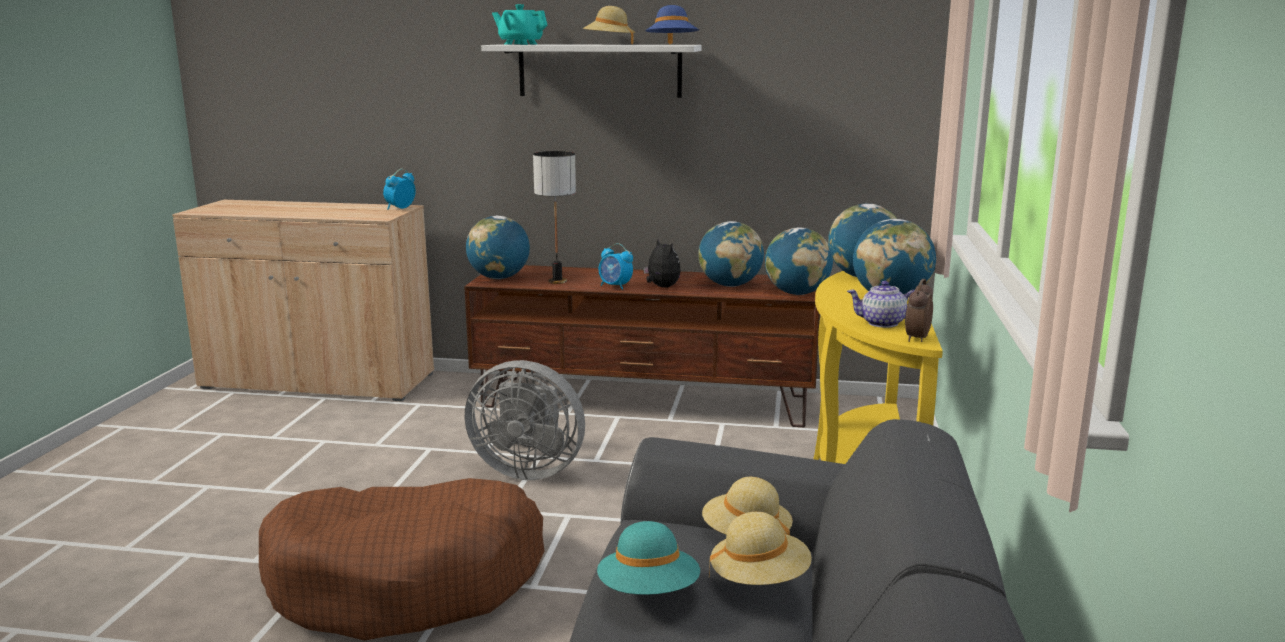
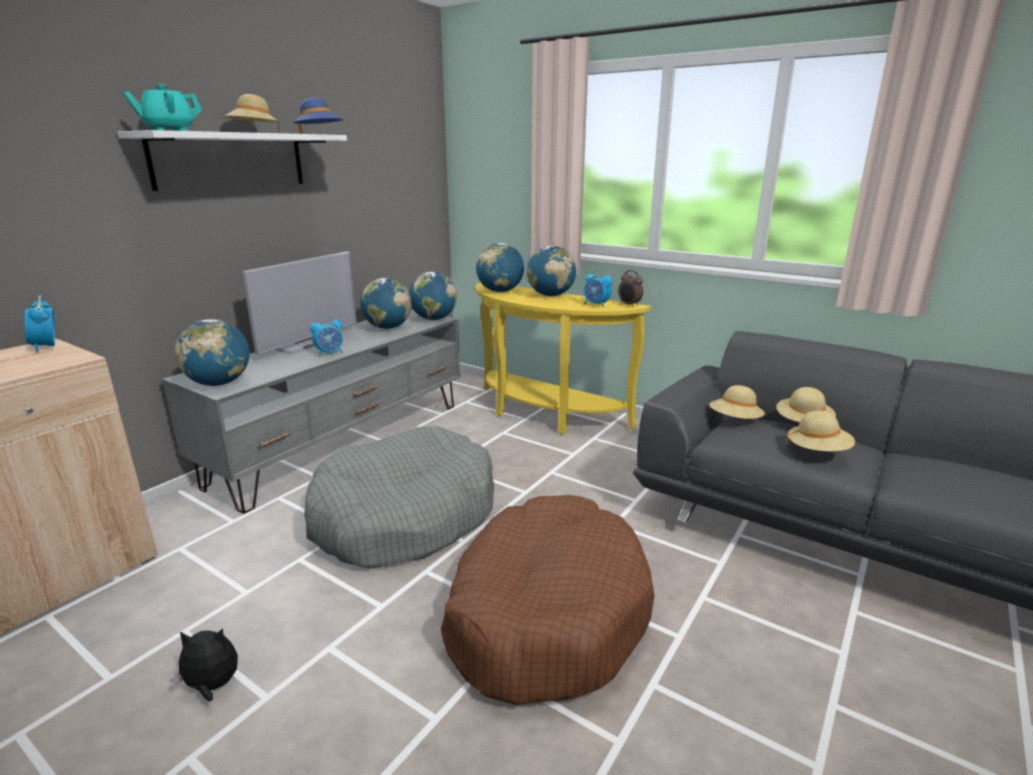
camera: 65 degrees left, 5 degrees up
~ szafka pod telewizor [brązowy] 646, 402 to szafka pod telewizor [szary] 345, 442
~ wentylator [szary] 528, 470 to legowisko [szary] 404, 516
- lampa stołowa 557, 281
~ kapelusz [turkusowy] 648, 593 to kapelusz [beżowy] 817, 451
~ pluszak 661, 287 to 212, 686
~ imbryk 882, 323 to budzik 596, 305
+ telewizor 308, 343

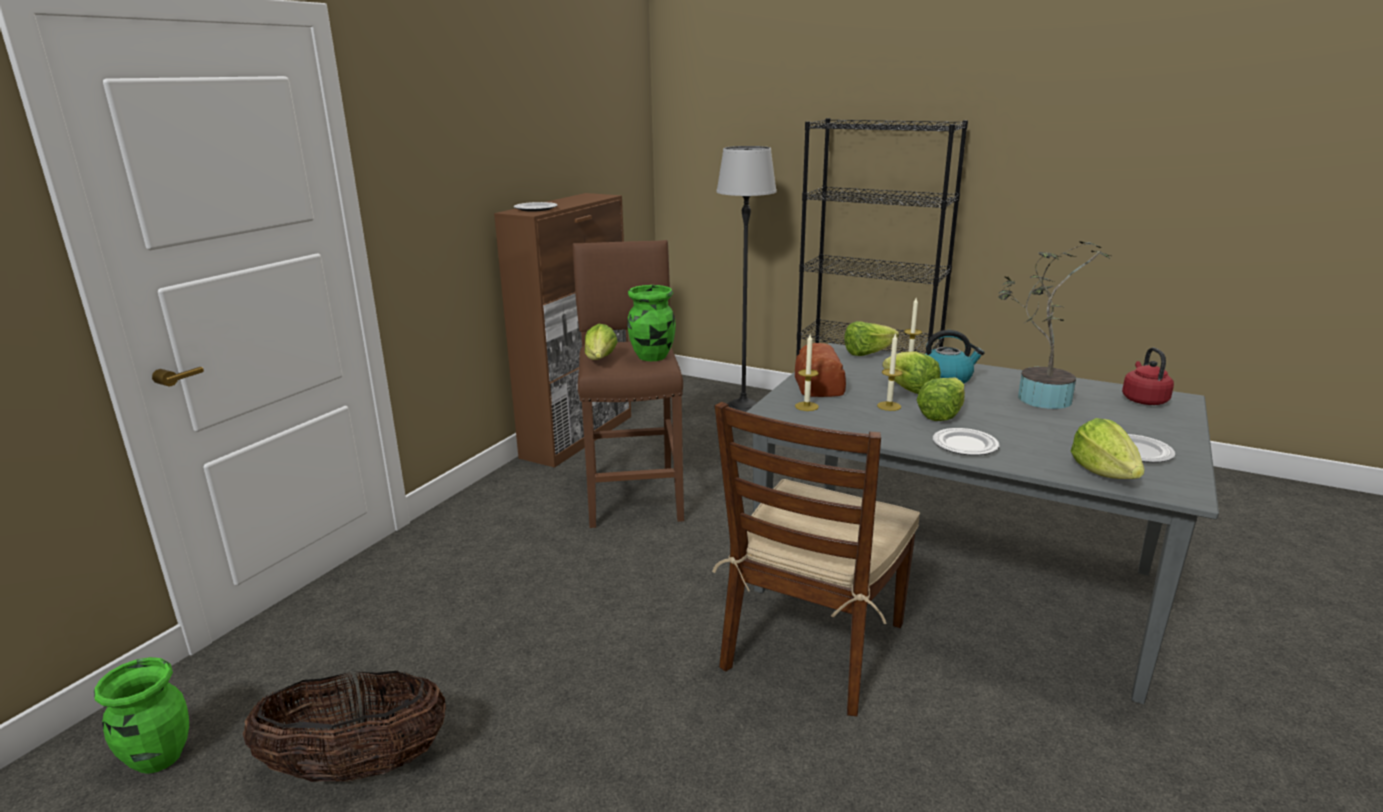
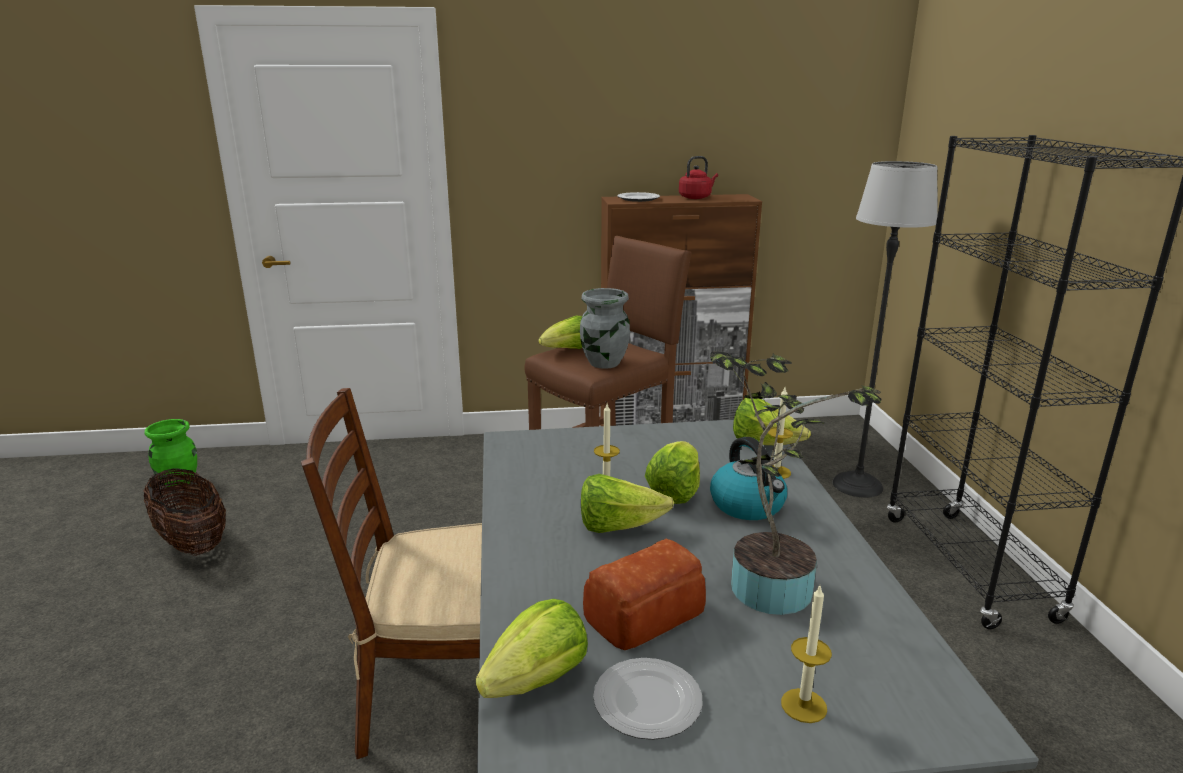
camera: 55 degrees right, 0 degrees up
~ wazon [zielony] 652, 357 to wazon [szary] 604, 363
~ świeca 806, 406 to 803, 705
~ chleb 820, 385 to 647, 614
- talerz 965, 445
~ czajnik [czerwony] 1143, 400 to 696, 197

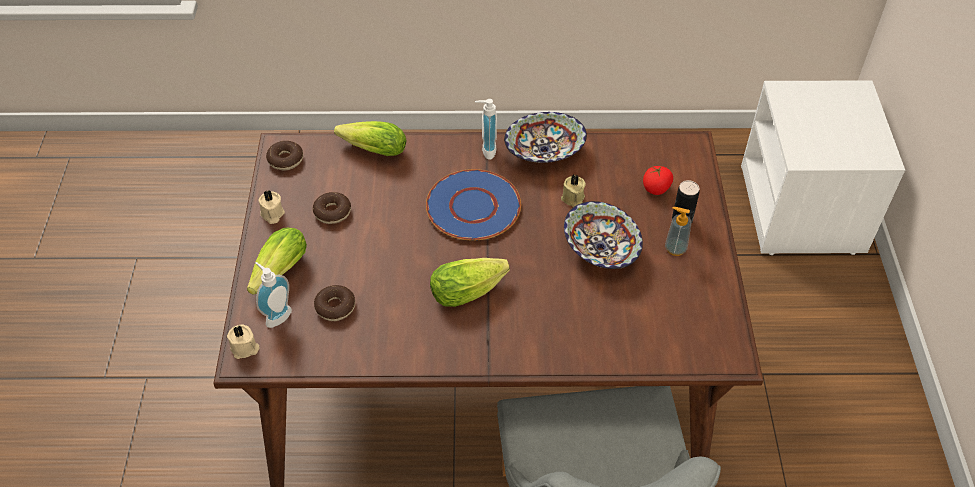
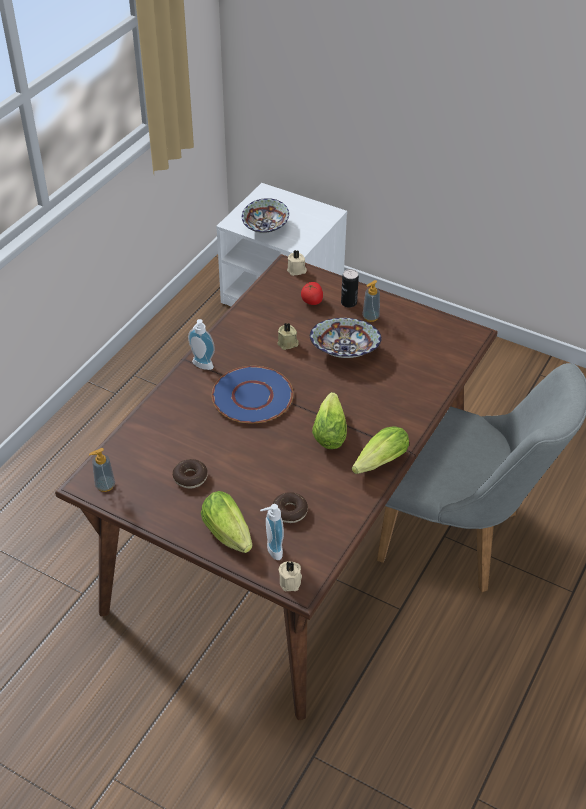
camera: 60 degrees left, 5 degrees down
~ świeca [beżowy] 272, 214 to 297, 270
~ donut 285, 160 to dozownik mydła 105, 485
~ sałata 370, 149 to 377, 464
~ miska 544, 152 to 265, 228

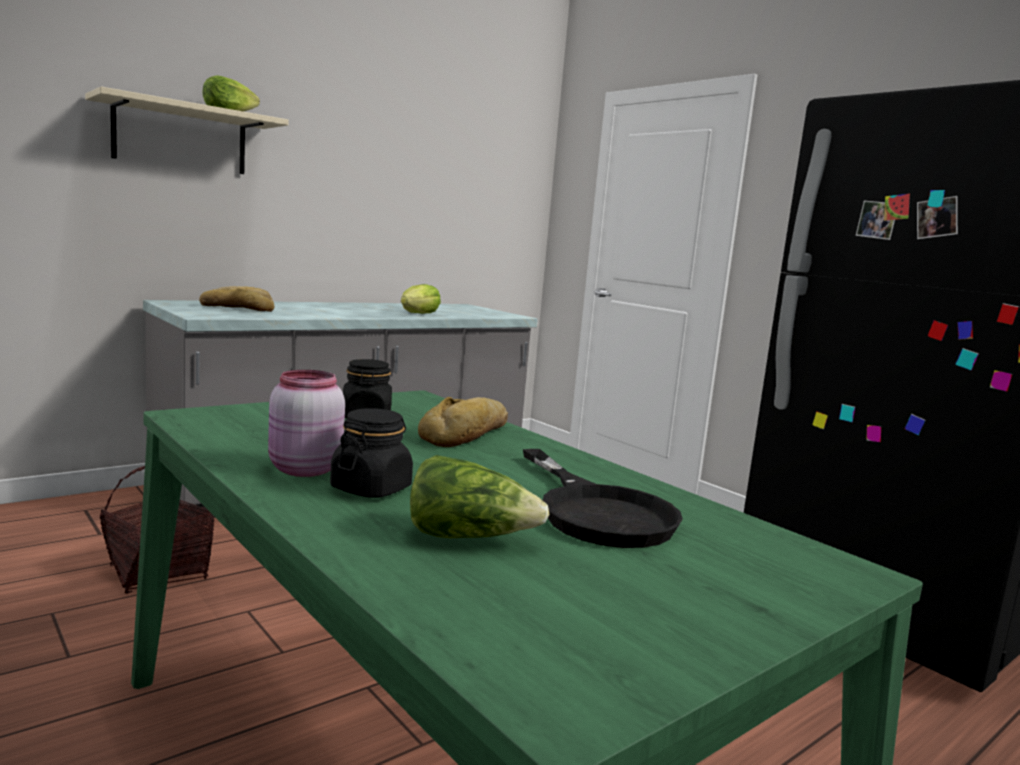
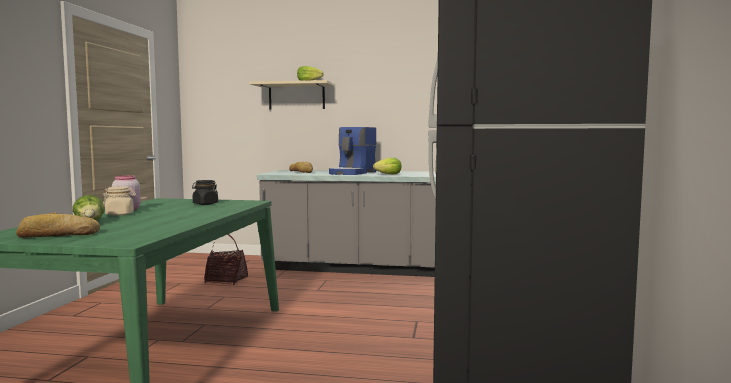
camera: 50 degrees right, 5 degrees down
~ słoik [czarny] 371, 488 to słoik [beżowy] 120, 214
~ chleb 468, 434 to 58, 235
- patelnia [czarny] 596, 511
+ ekspres do kawy 353, 173

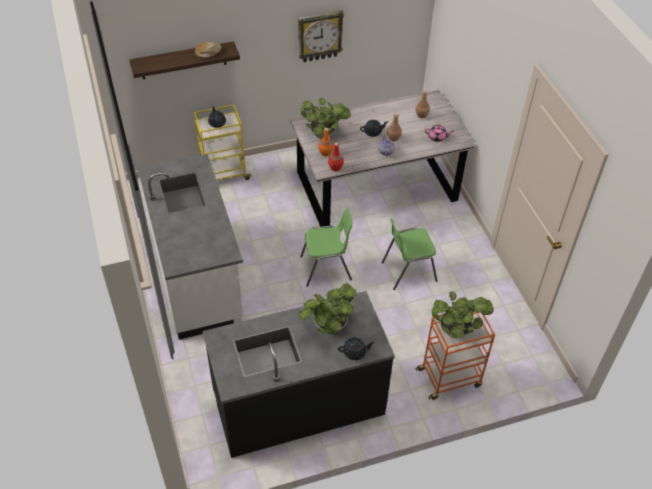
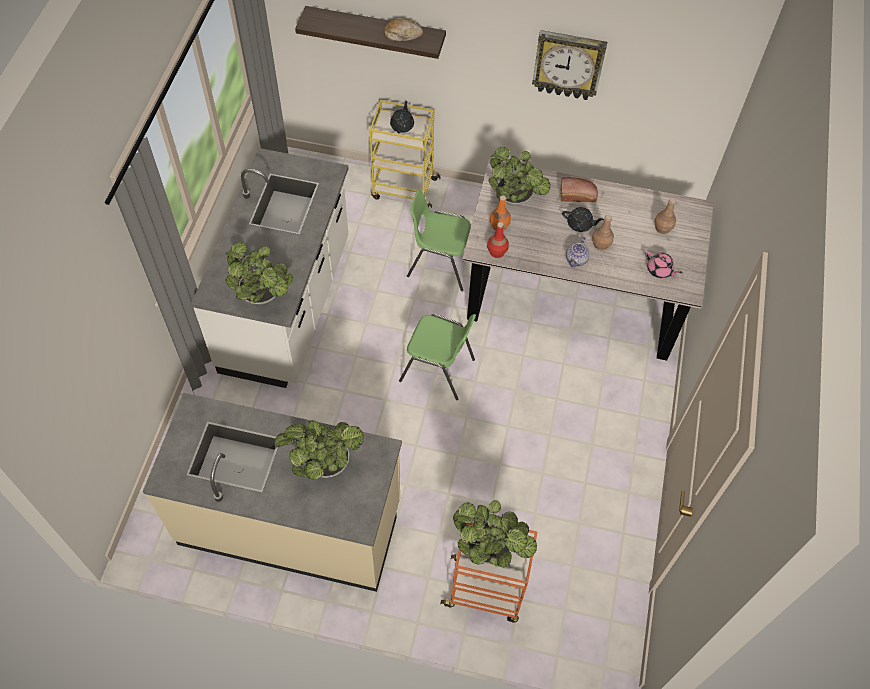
camera: 30 degrees right, 10 degrees up
~ zabudowa kuchenna [czarny] 298, 403 to zabudowa kuchenna [beżowy] 290, 522
- imbryk [czarny] 355, 352
~ krzesło [zielony] 408, 271 to 440, 264
+ roślina doniczkowa 263, 297
+ chleb 578, 196

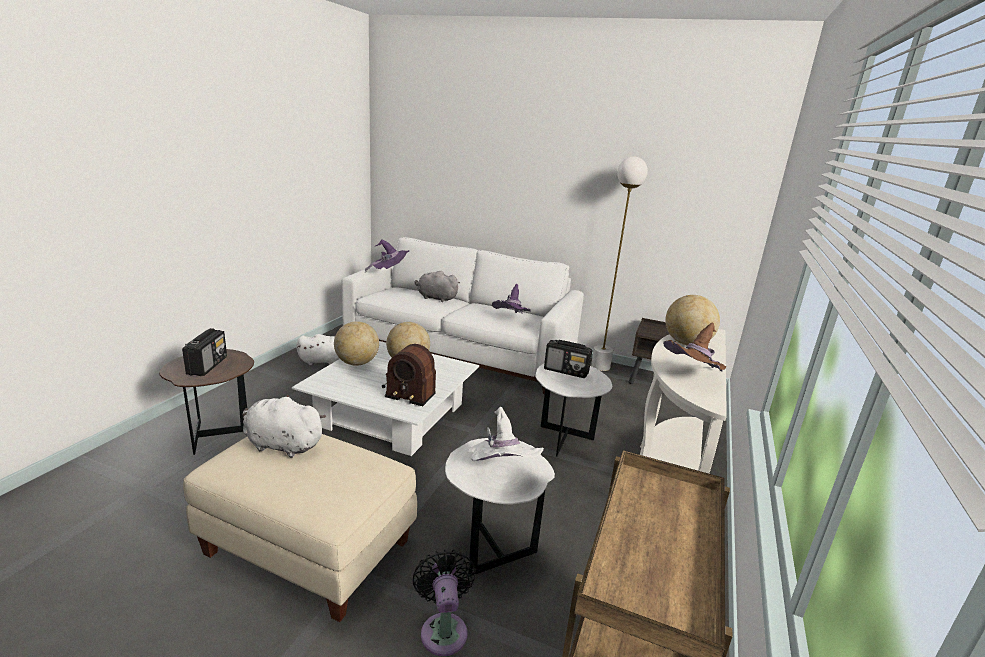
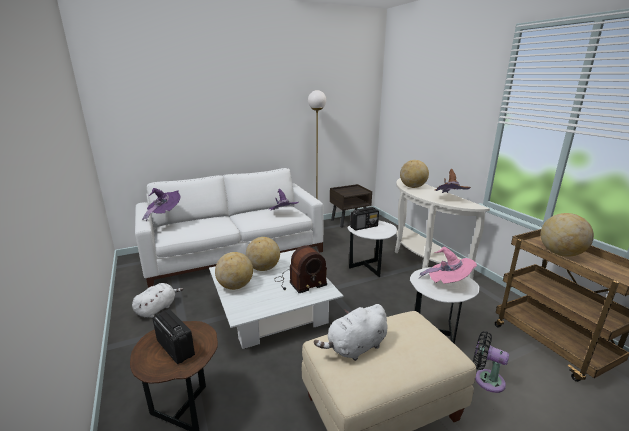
camera: 45 degrees left, 0 degrees up
- pluszak [szary] 435, 298
~ kapelusz [biały] 501, 471 to kapelusz [różowy] 448, 283
+ globus 560, 253

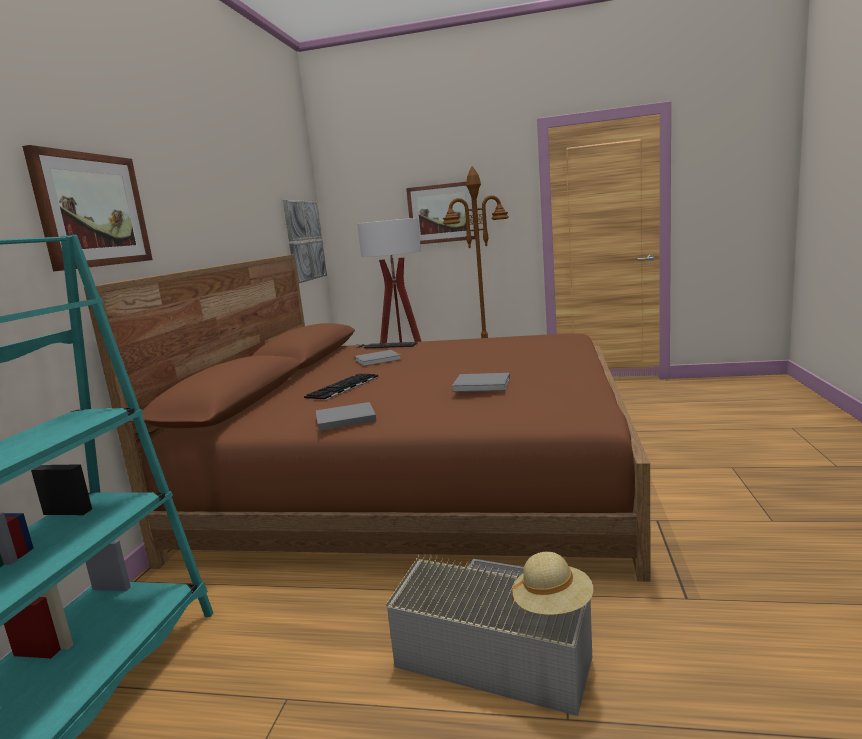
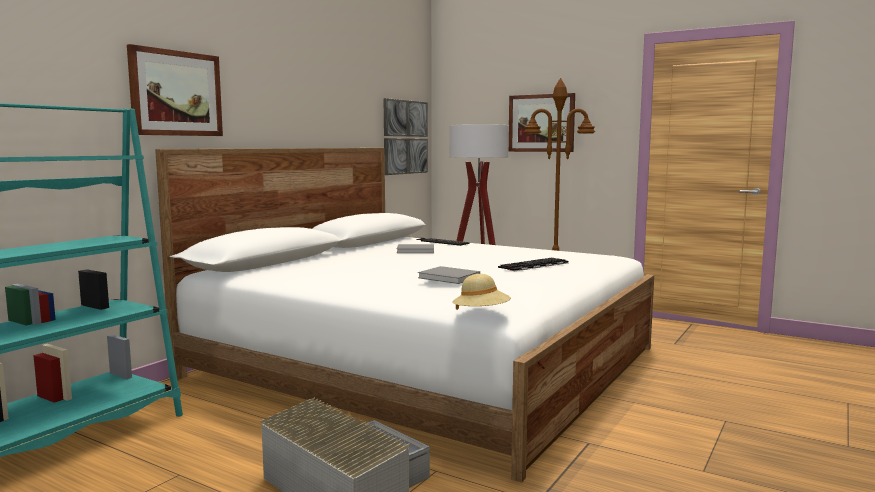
camera: 20 degrees right, 5 degrees down
~ łóżko [brązowy] 422, 473 to łóżko [biały] 426, 362
~ klawiatura 343, 387 to 534, 265
- książka [szary] 343, 419
~ kapelusz [beżowy] 553, 606 to 481, 314

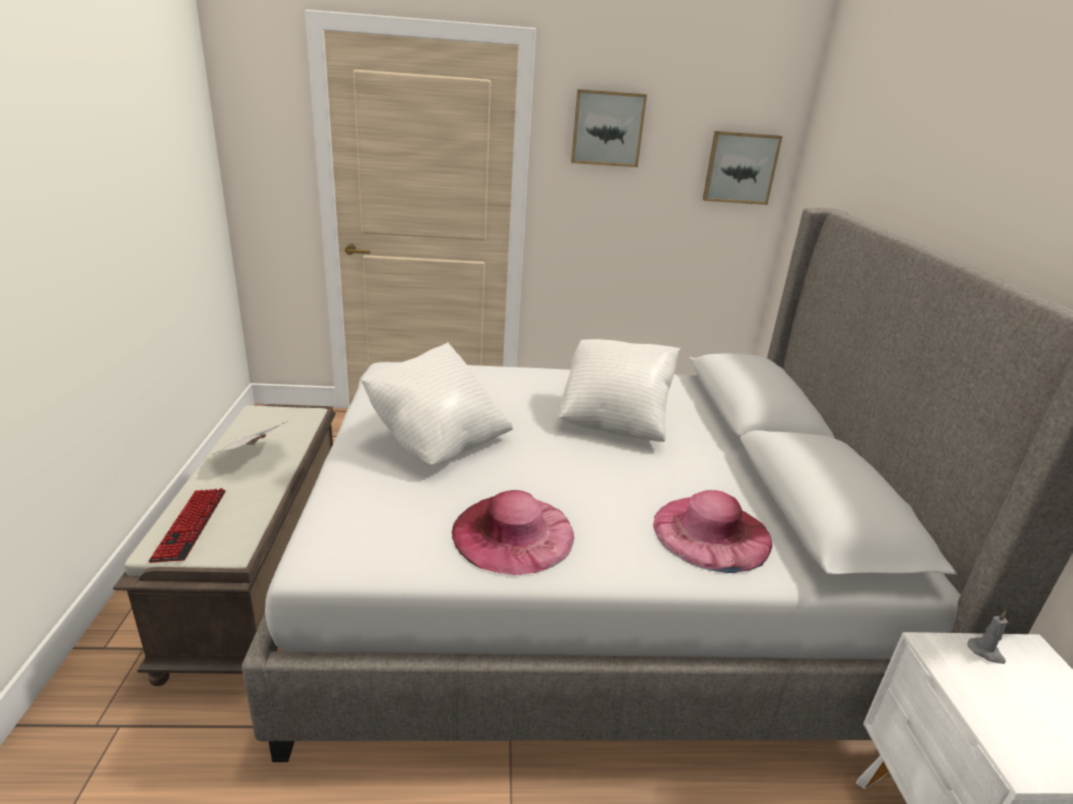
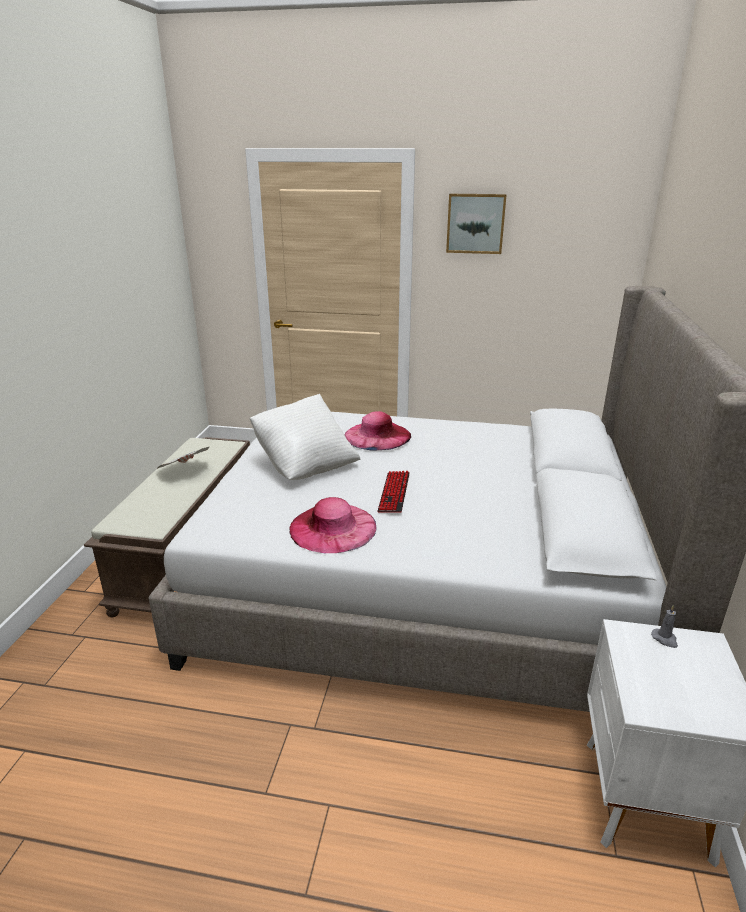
camera: 15 degrees right, 0 degrees up
~ klawiatura 190, 526 to 394, 493
- poduszka [biały] 614, 420
~ kapelusz [różowy] 711, 532 to 377, 435
- obraz 740, 168

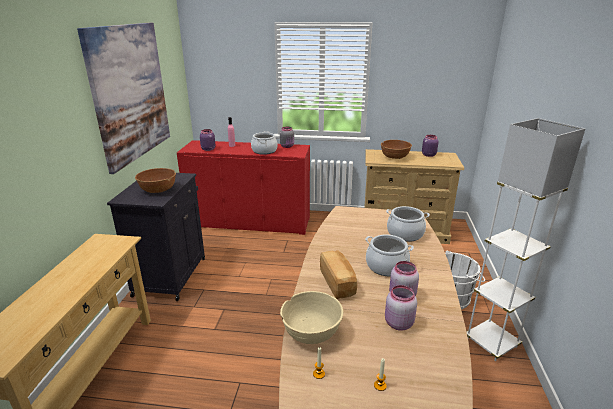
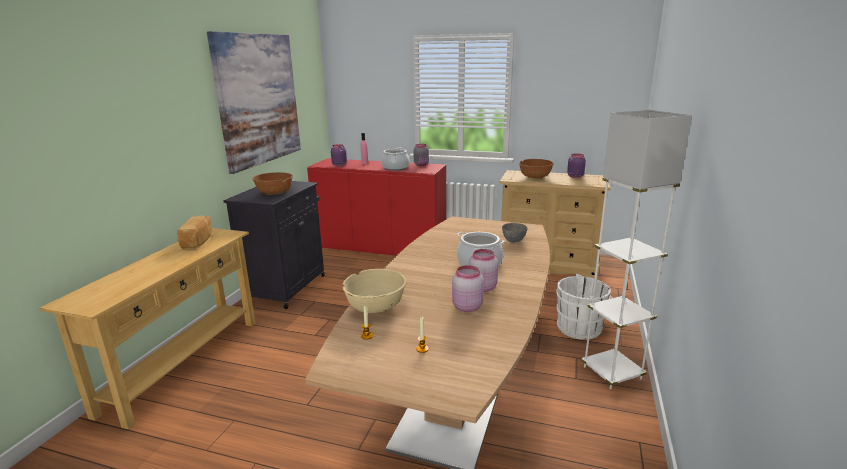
camera: 10 degrees right, 5 degrees down
~ chleb 338, 283 to 198, 241
~ garnek 405, 234 to miska [szary] 514, 241

